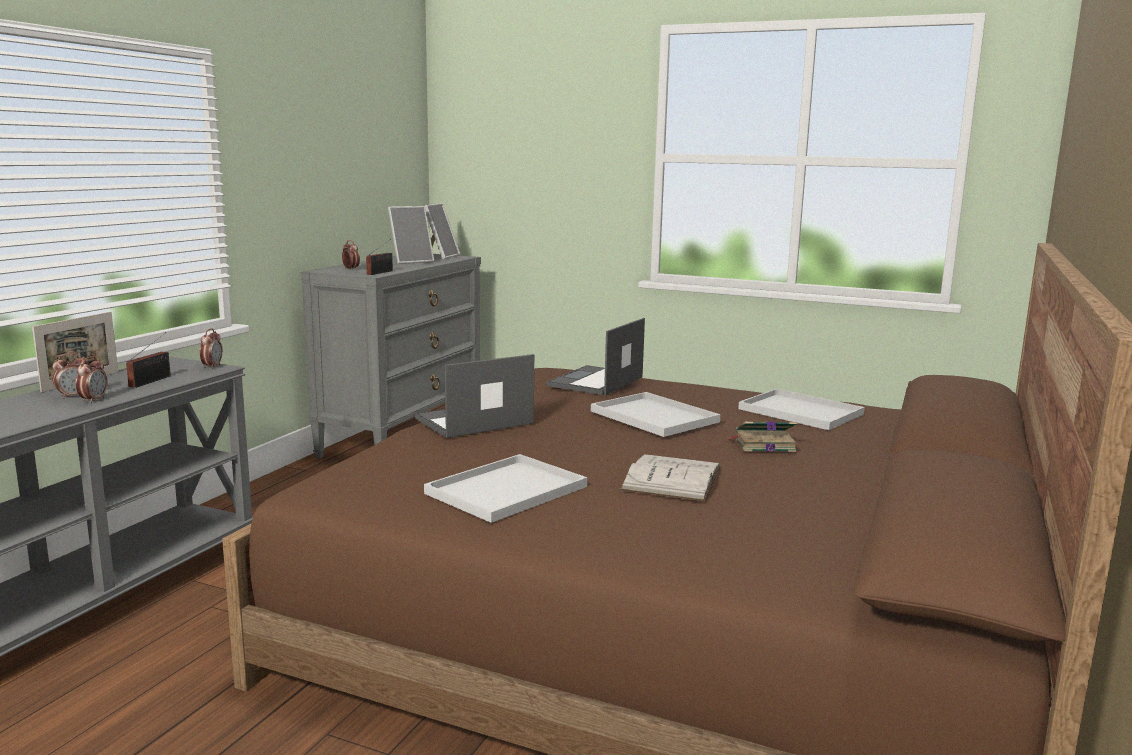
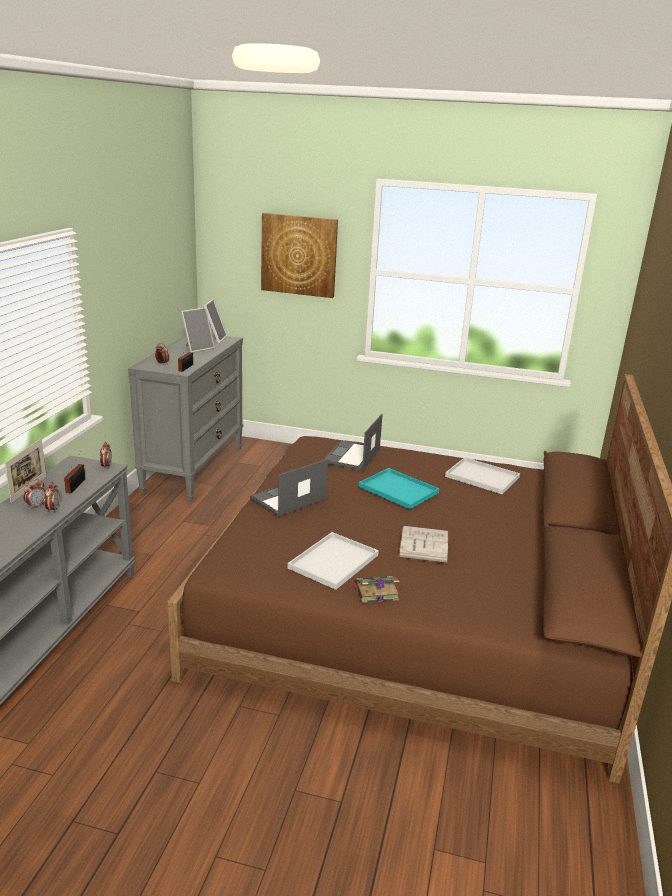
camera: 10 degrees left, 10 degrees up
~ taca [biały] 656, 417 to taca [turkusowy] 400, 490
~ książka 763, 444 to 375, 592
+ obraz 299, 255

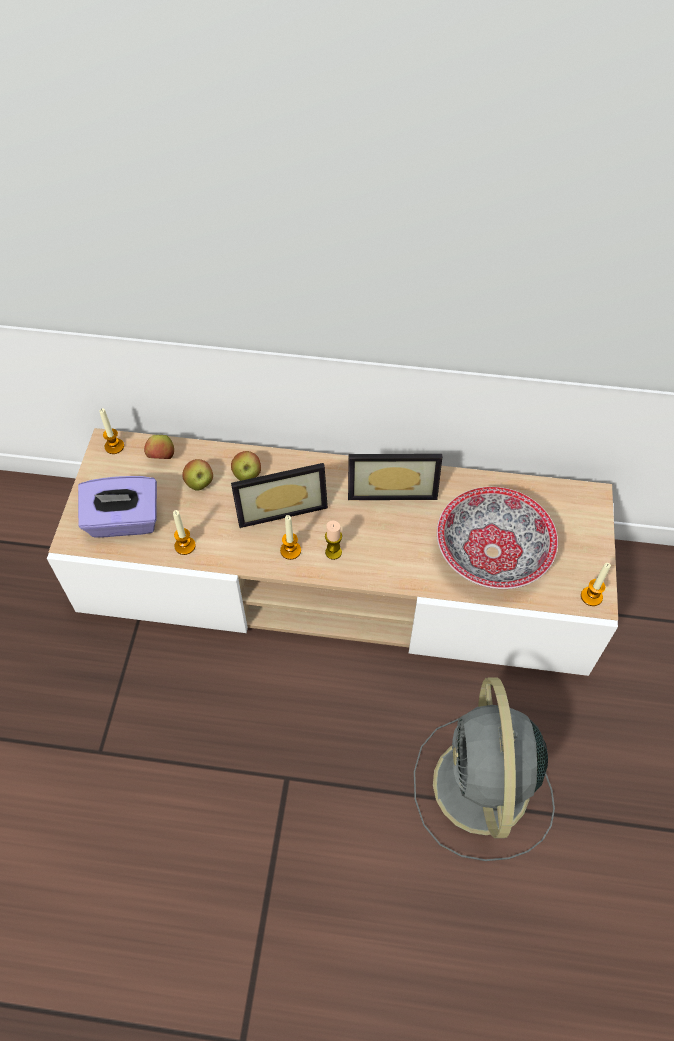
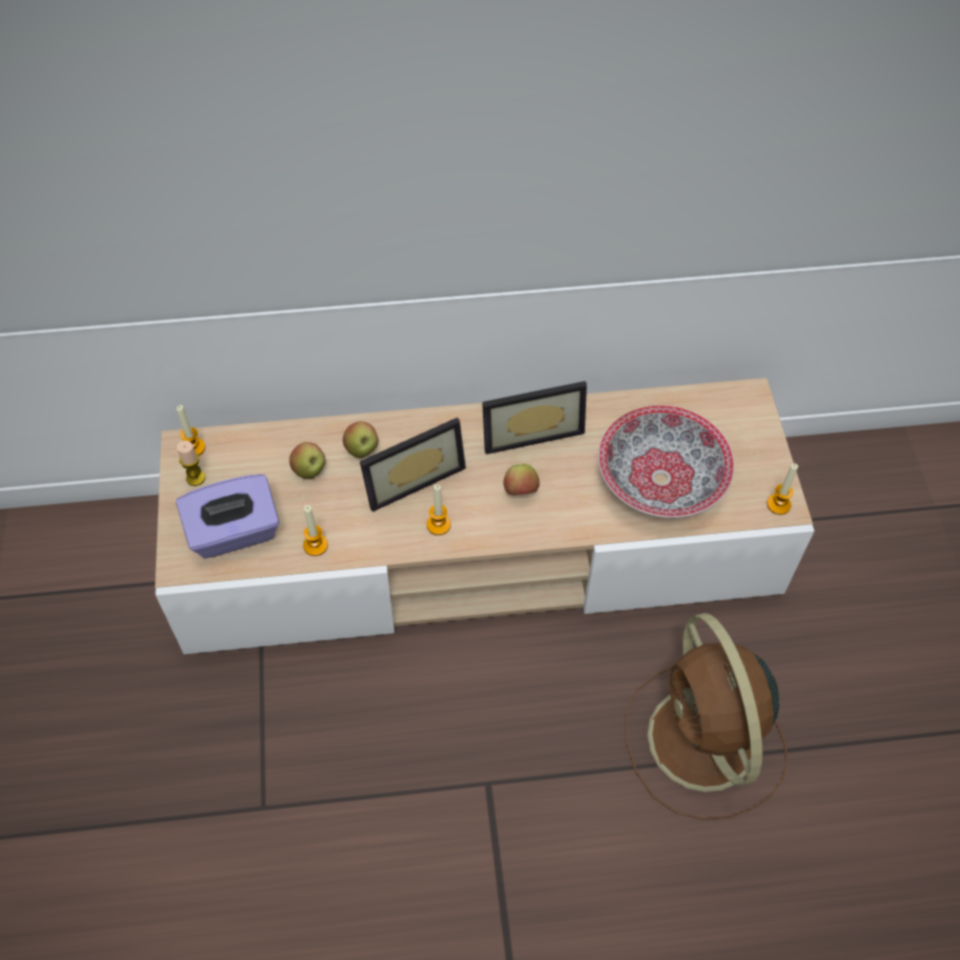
camera: 15 degrees left, 0 degrees up
~ jabłko 162, 457 to 520, 491
~ świeca 333, 552 to 195, 478
~ wentylator [szary] 481, 790 to wentylator [brązowy] 704, 743

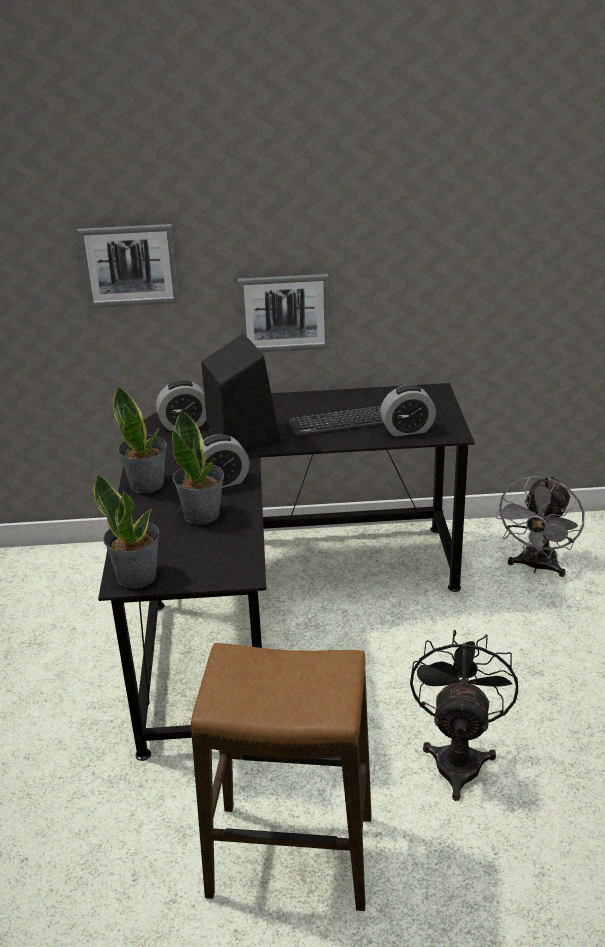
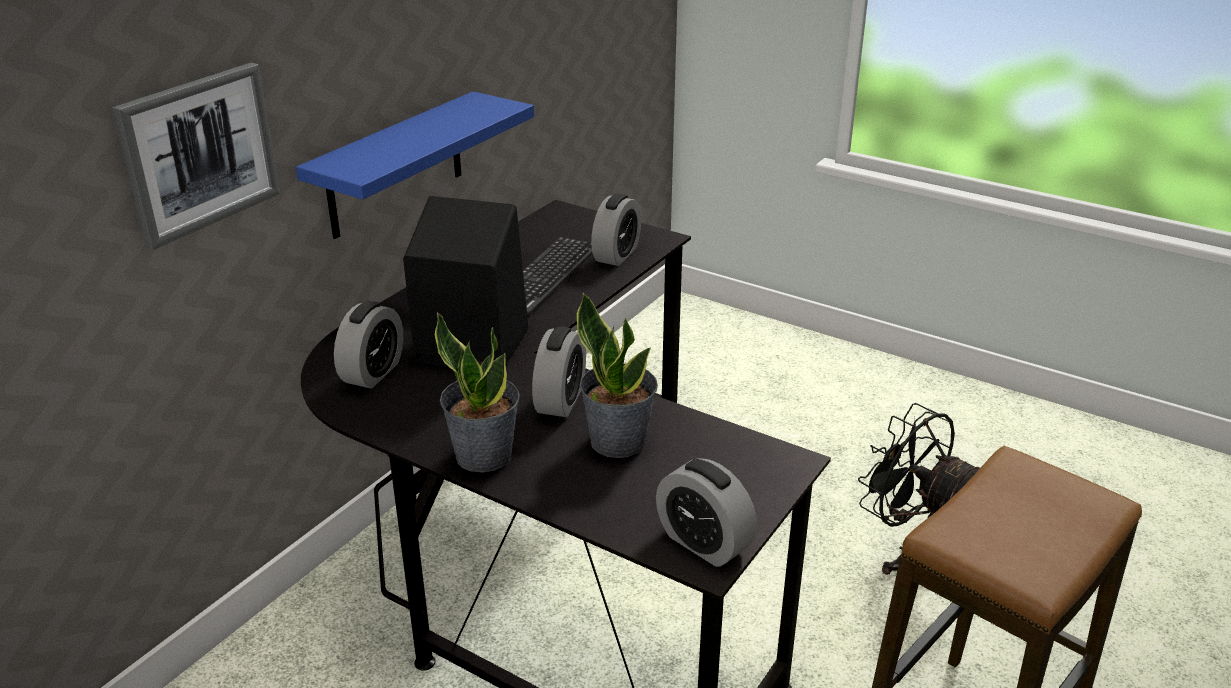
camera: 55 degrees left, 0 degrees up
~ roślina doniczkowa 137, 575 to budzik 704, 543
~ obraz 284, 313 to półka [niebieski] 395, 165
- wentylator [szary] 536, 567

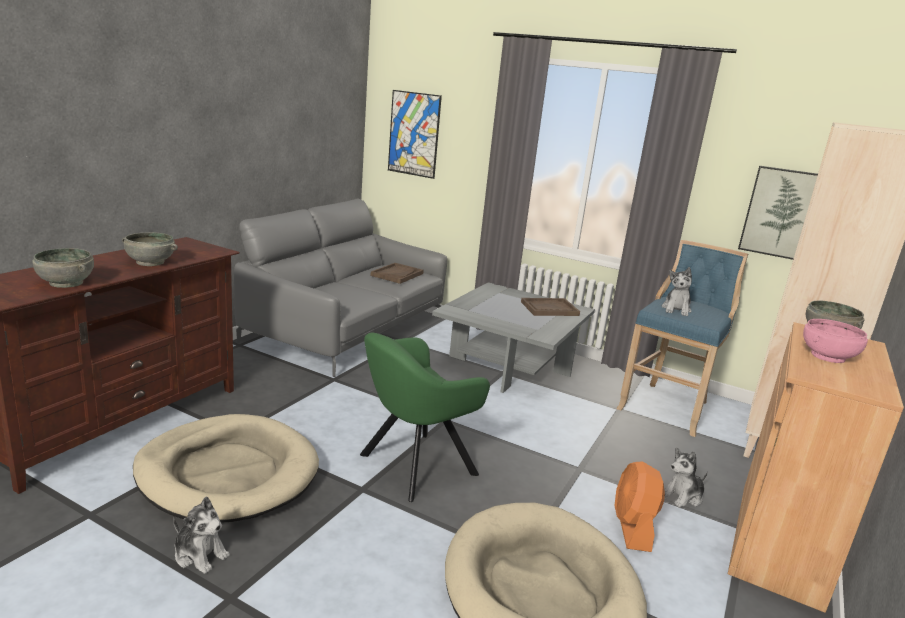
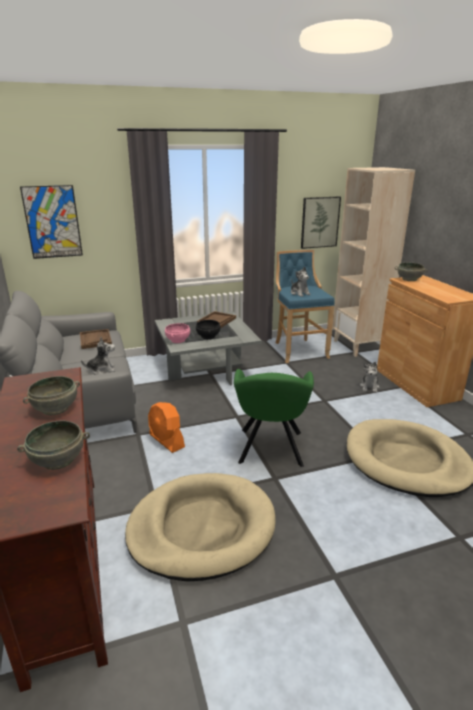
camera: 45 degrees left, 5 degrees up
~ pluszak 200, 554 to 101, 370
~ wentylator [pomarańczowy] 632, 527 to 166, 441
~ miska [różowy] 828, 357 to 178, 340
+ miska [czarny] 208, 336

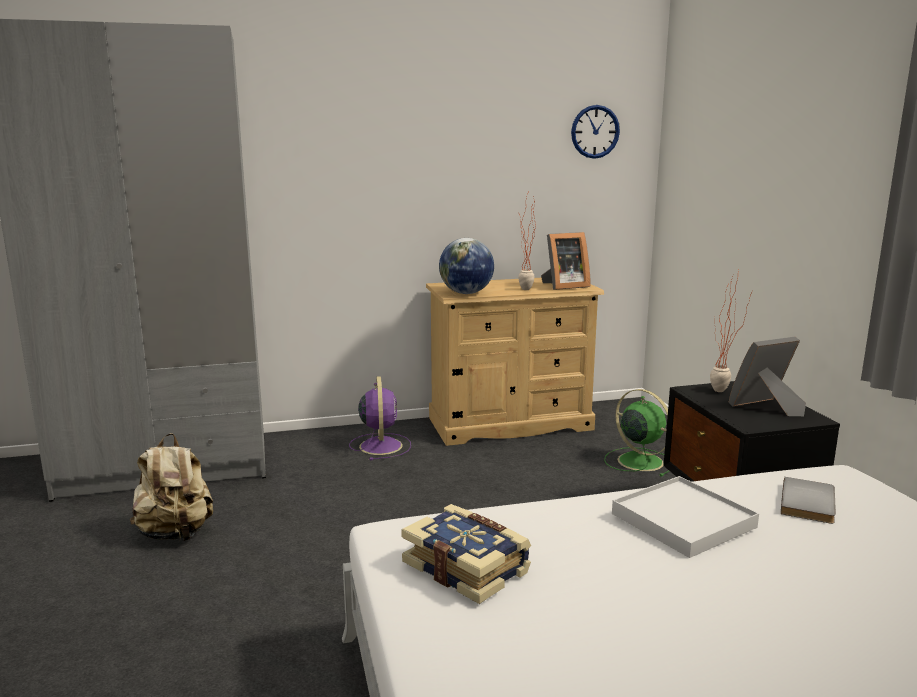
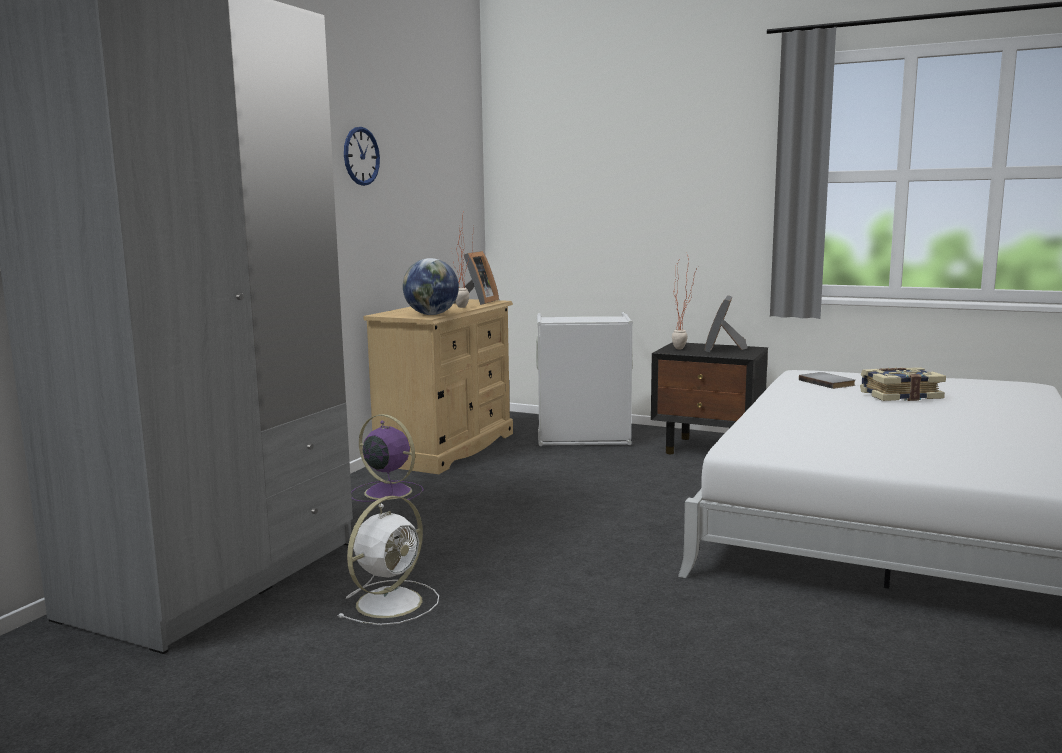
camera: 50 degrees left, 5 degrees down
~ plecak [beżowy] 176, 534 to wentylator [biały] 391, 602
~ książka 467, 567 to 899, 395
~ zegar ścienny 595, 131 to 361, 156
~ wentylator [zielony] 638, 461 to kosz na pranie [szary] 583, 439
- taca [biały] 683, 521

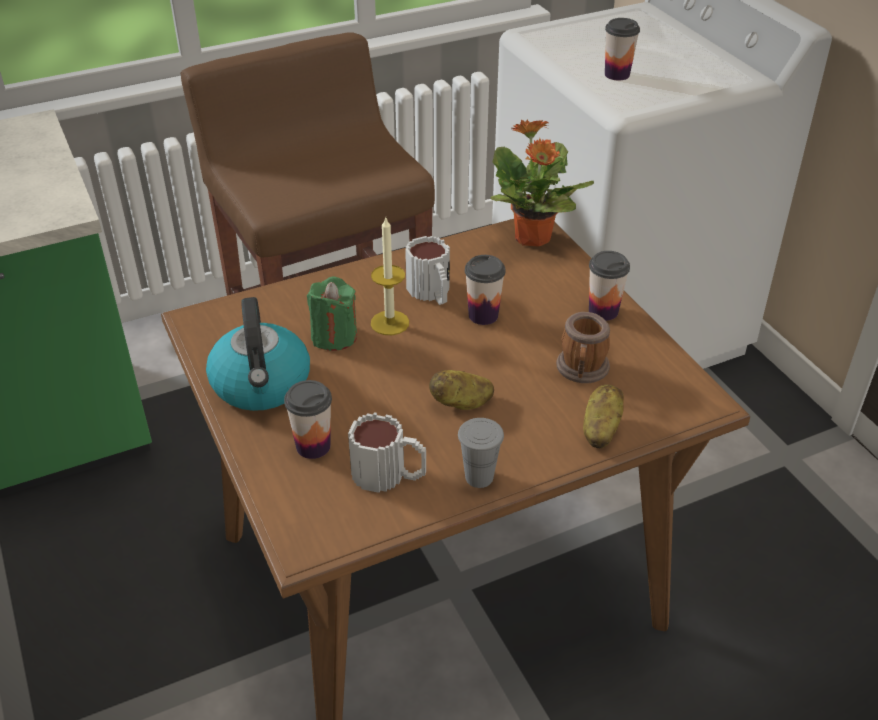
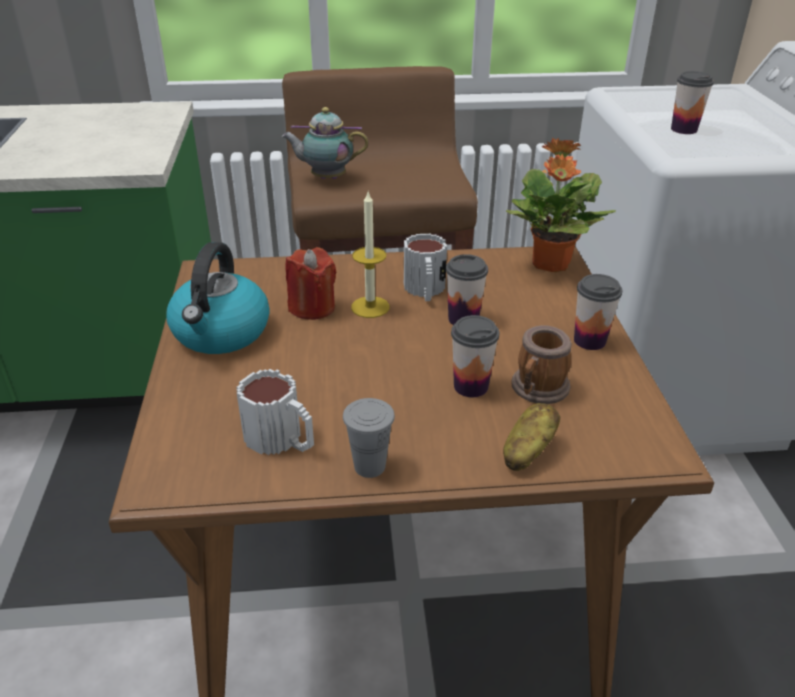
camera: 20 degrees right, 5 degrees down
~ filiżanka 313, 446 to 471, 386
~ świeca [zielony] 334, 336 to świeca [czerwony] 312, 307
- ziemniak 461, 403
+ imbryk 326, 178

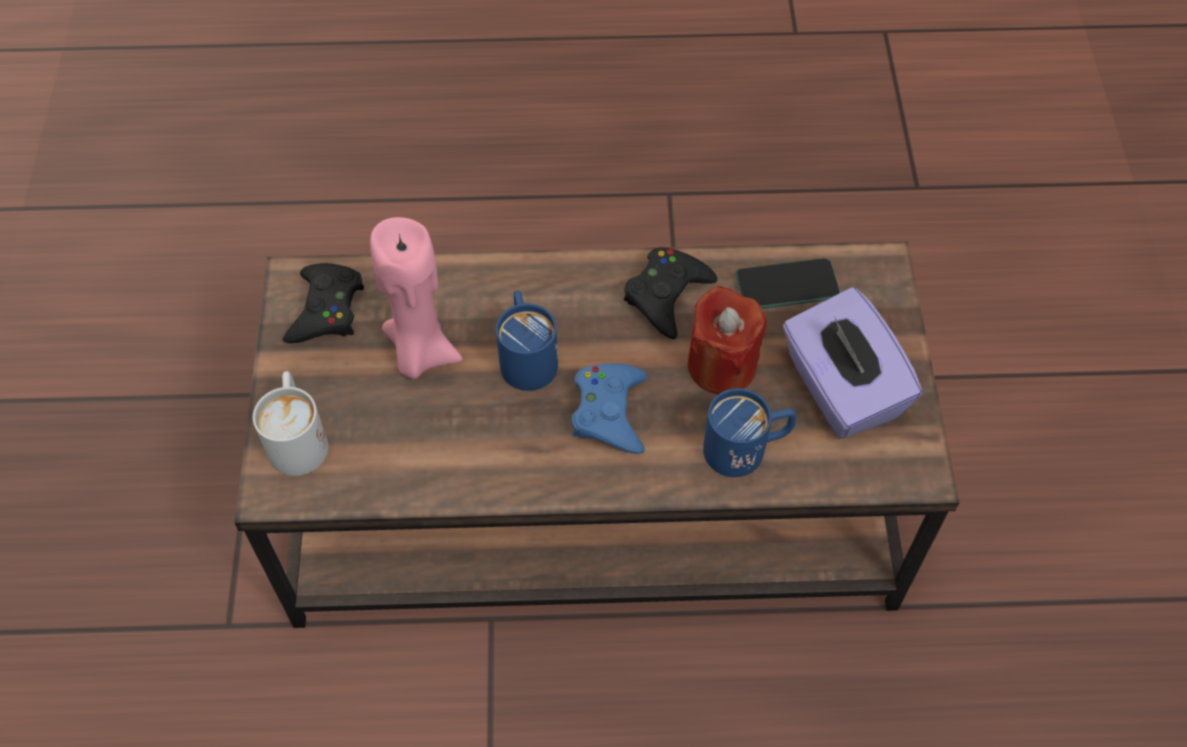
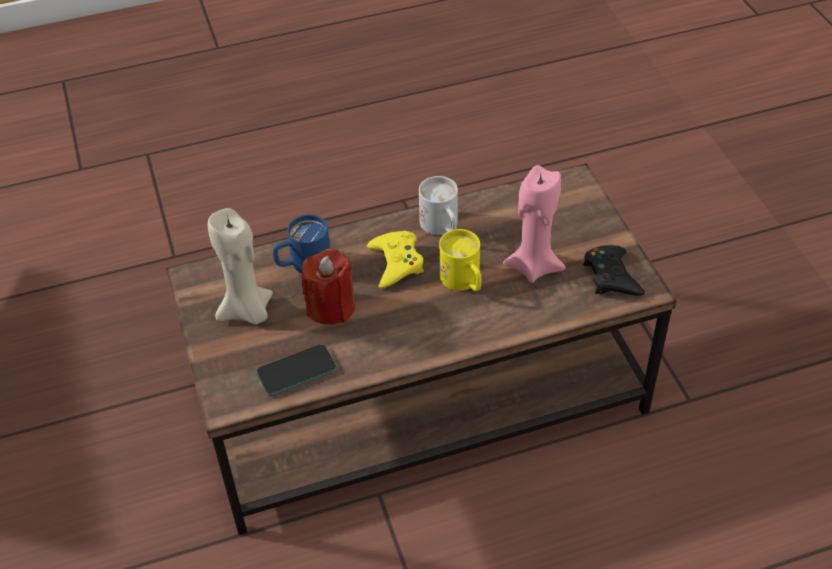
camera: 165 degrees right, 10 degrees down
~ kubek [biały] 298, 437 to 442, 227
~ kubek [niebieski] 526, 355 to kubek [żółty] 464, 282
~ pad do gier [niebieski] 609, 412 to pad do gier [żółty] 396, 263
- pad do gier [czarny] 666, 295
~ pudełko chusteczek [fioletowy] 840, 389 to świeca [beżowy] 247, 312

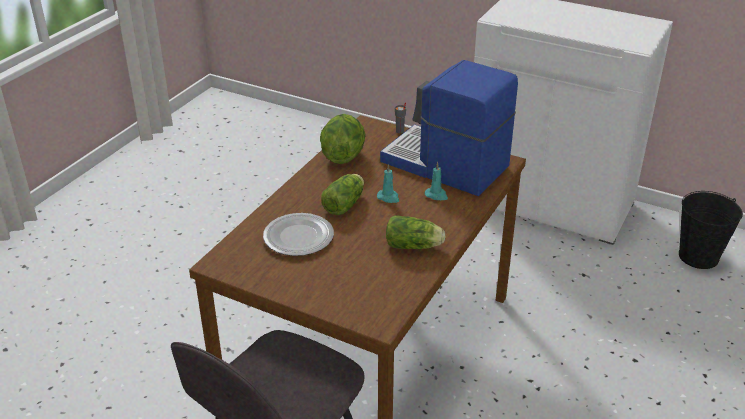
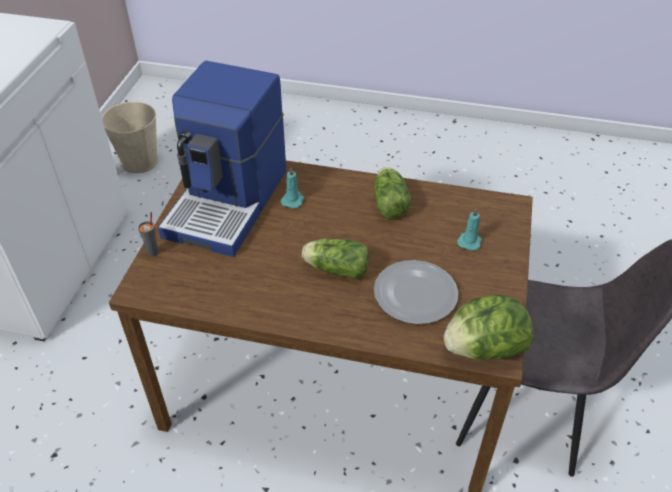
camera: 105 degrees left, 10 degrees up
~ sałata 343, 155 to 483, 349
~ świeca [turkusowy] 388, 197 to 469, 241
~ wiadro [czarny] 698, 257 to wiadro [beżowy] 140, 161

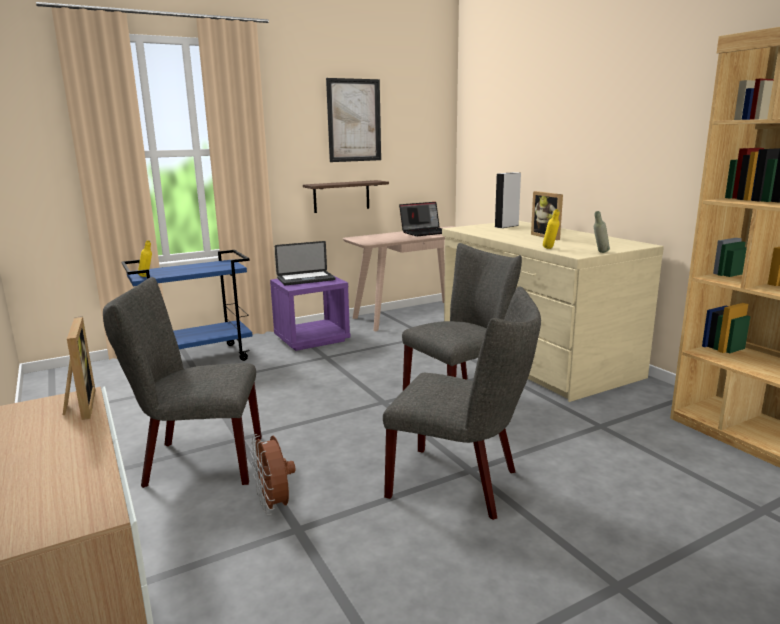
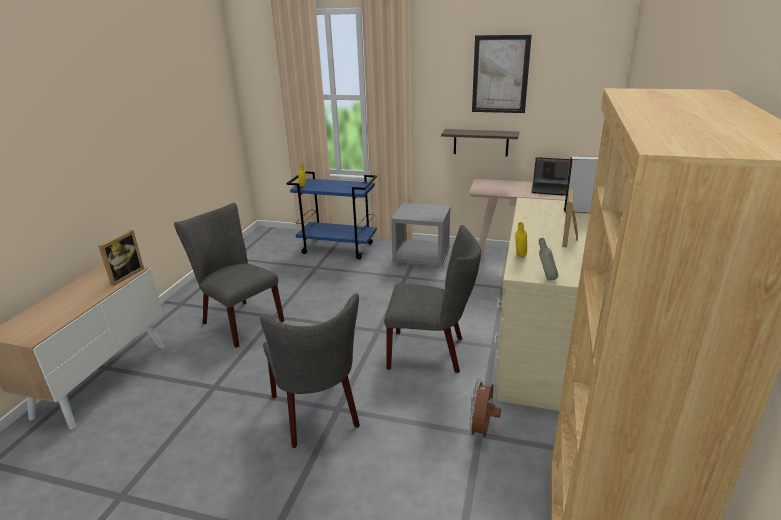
camera: 45 degrees right, 10 degrees up
~ wentylator [brązowy] 274, 506 to 481, 431
~ szafka nocna [fioletowy] 312, 339 to szafka nocna [szary] 422, 257
- laptop 306, 279

